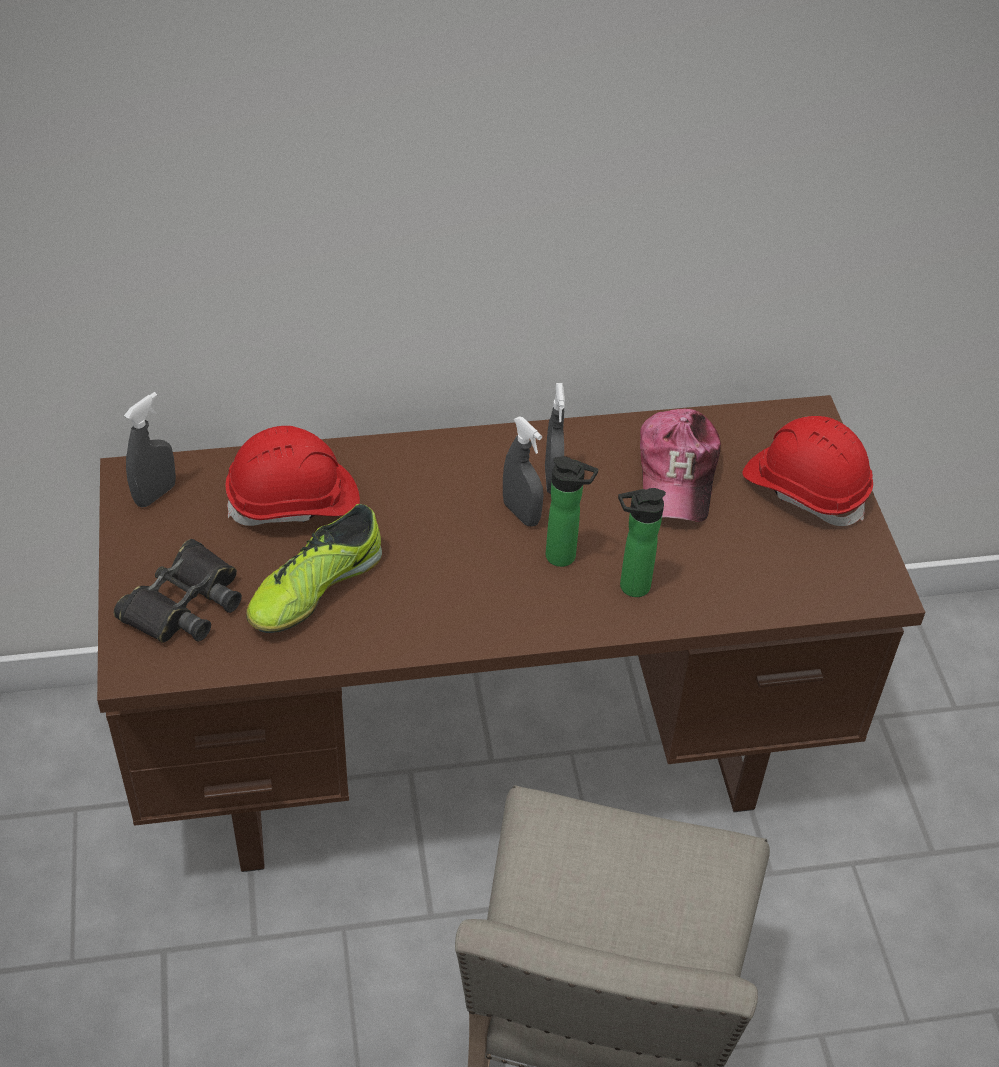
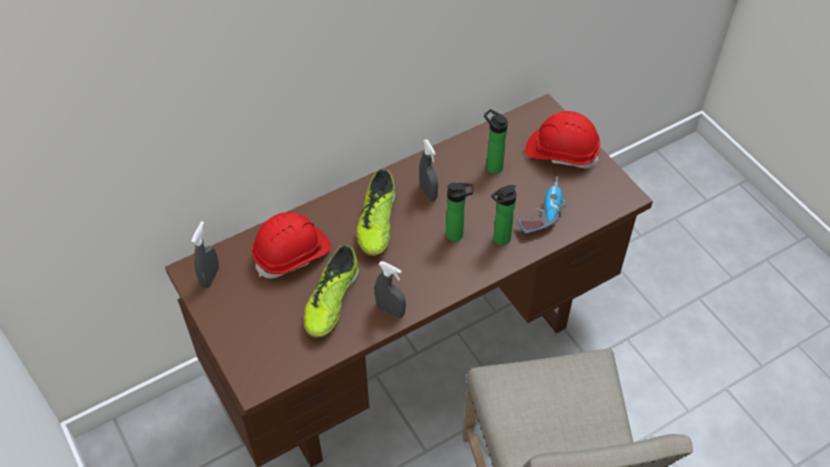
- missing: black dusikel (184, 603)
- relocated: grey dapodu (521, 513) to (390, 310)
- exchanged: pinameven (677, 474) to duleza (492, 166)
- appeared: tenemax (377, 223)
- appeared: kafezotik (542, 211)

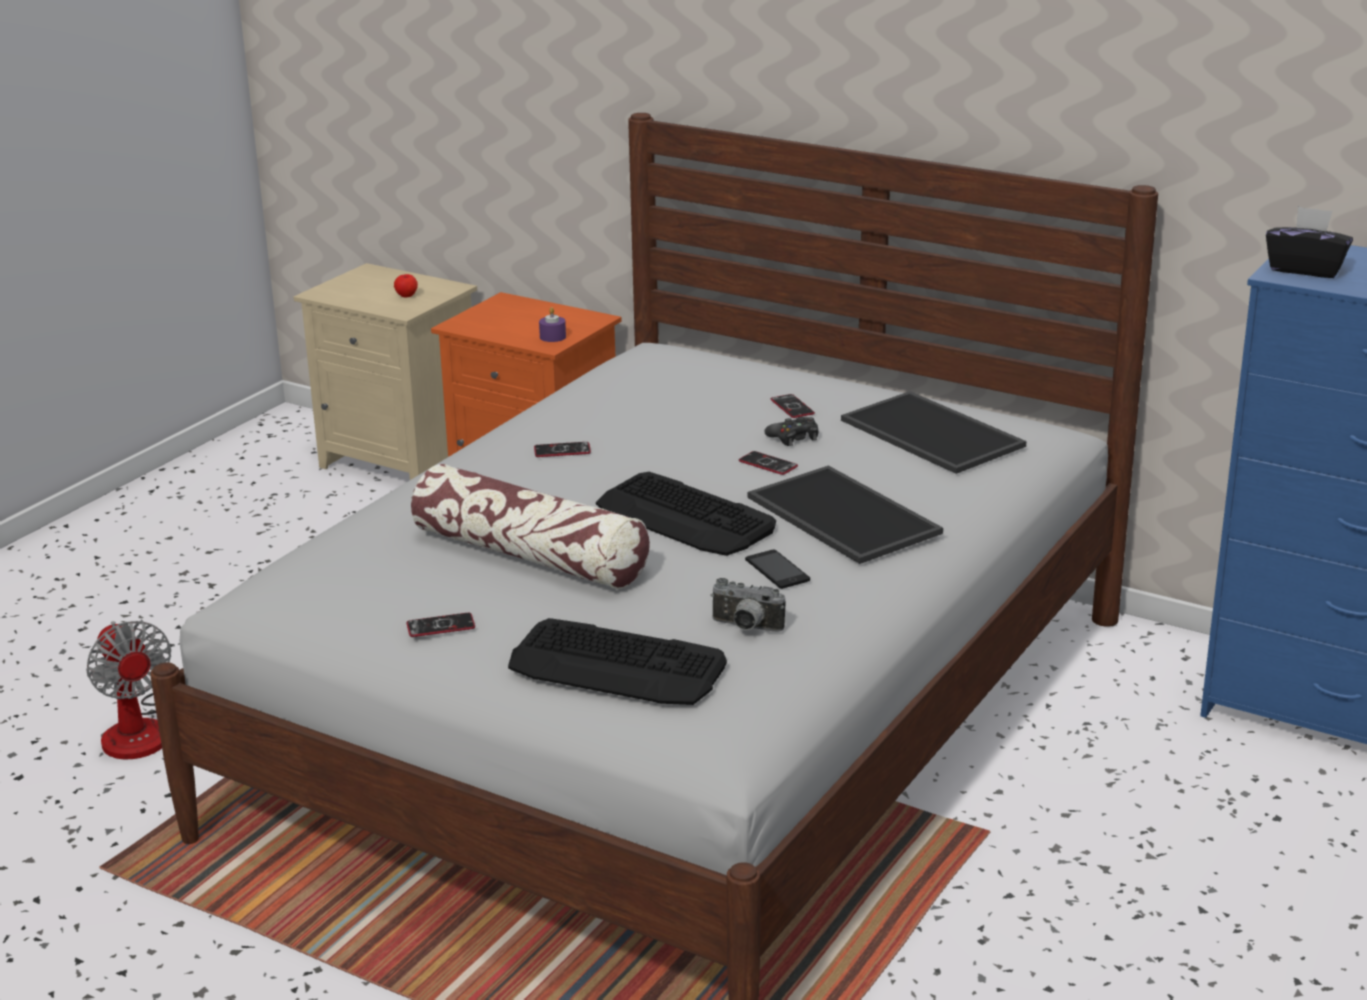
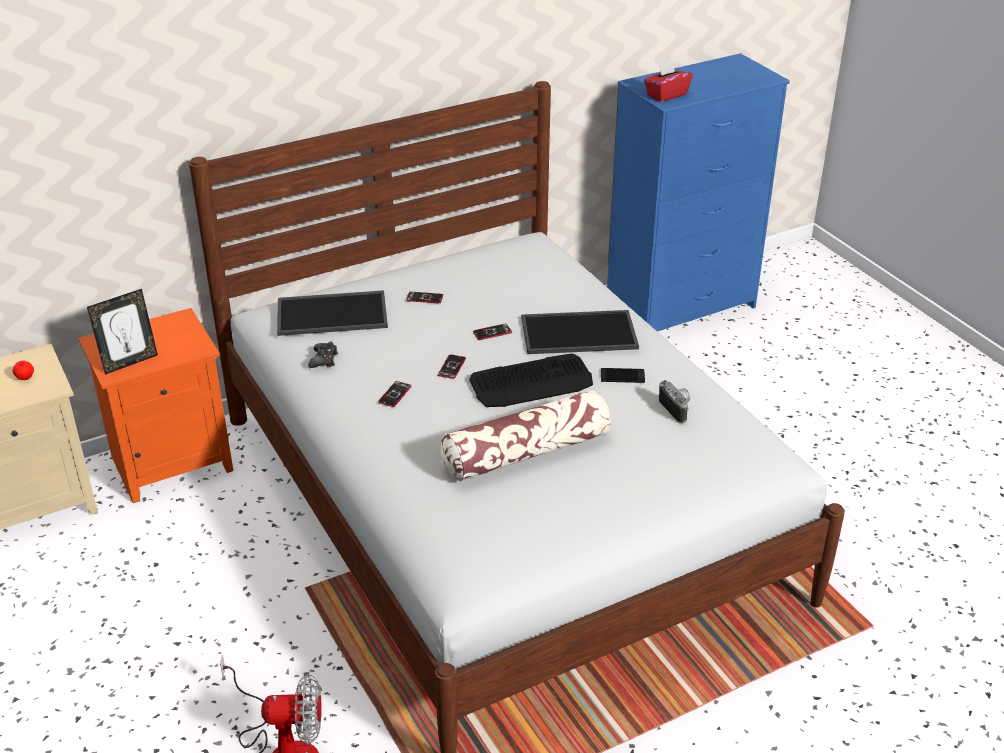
- relocated: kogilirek (440, 626) to (452, 367)
- missing: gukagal (617, 666)
- missing: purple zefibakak (552, 337)
- spun: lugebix (745, 628) = (677, 409) 75 degrees counterclockwise
- relocated: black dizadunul (794, 438) to (323, 360)
- relocated: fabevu (935, 433) to (333, 313)
- colour: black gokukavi (1305, 269) to red gokukavi (666, 95)
- appeared: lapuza (129, 362)

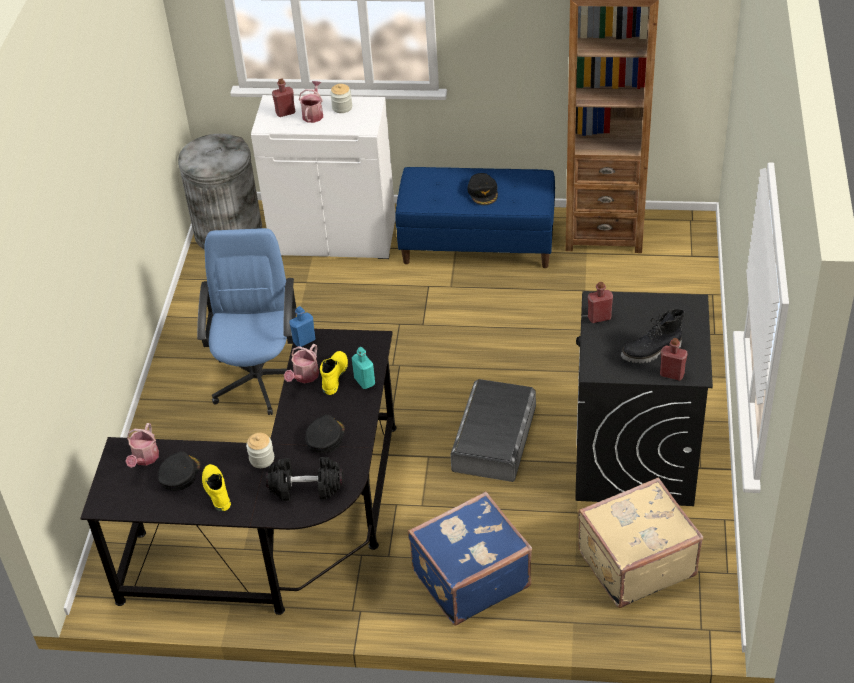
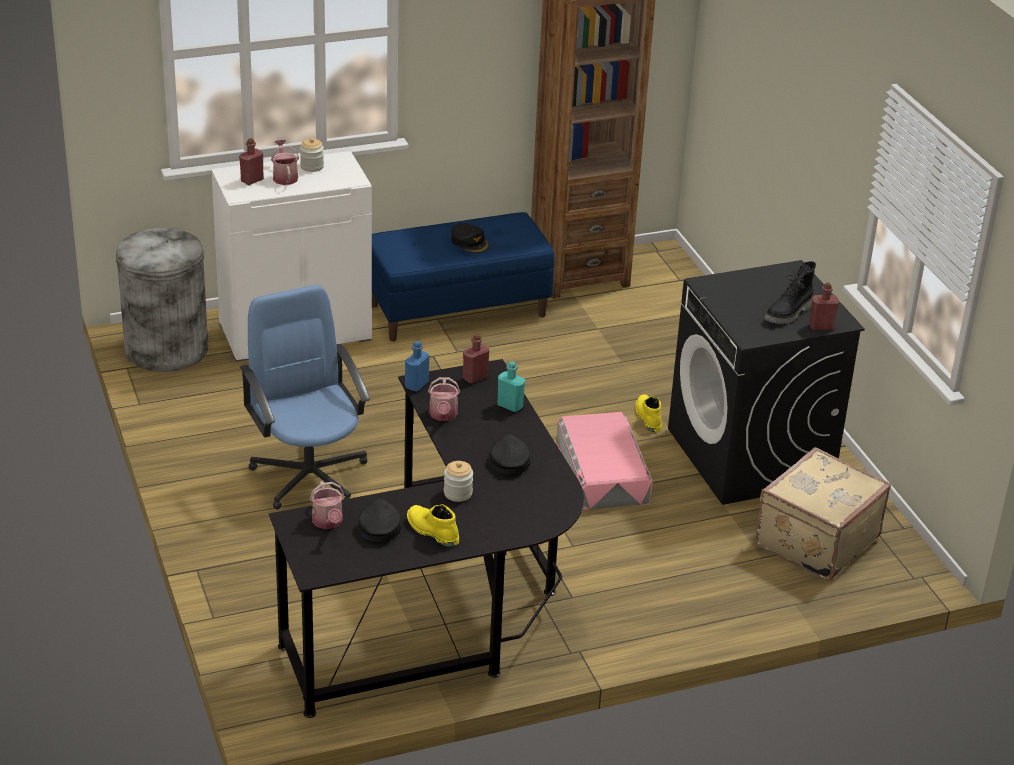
- missing: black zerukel (306, 488)
- relocated: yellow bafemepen (334, 375) to (647, 417)
- missing: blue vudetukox (469, 577)
- colour: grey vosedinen (494, 437) to pink vosedinen (601, 471)
- relocated: red duleza (599, 317) to (475, 377)

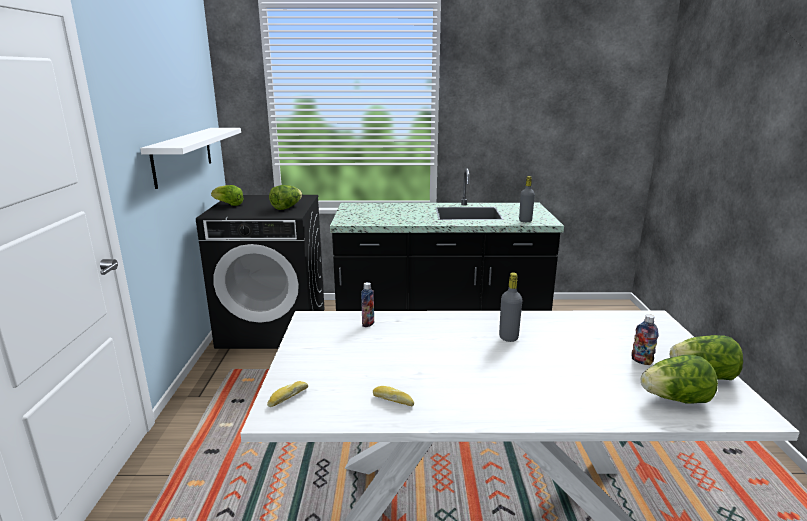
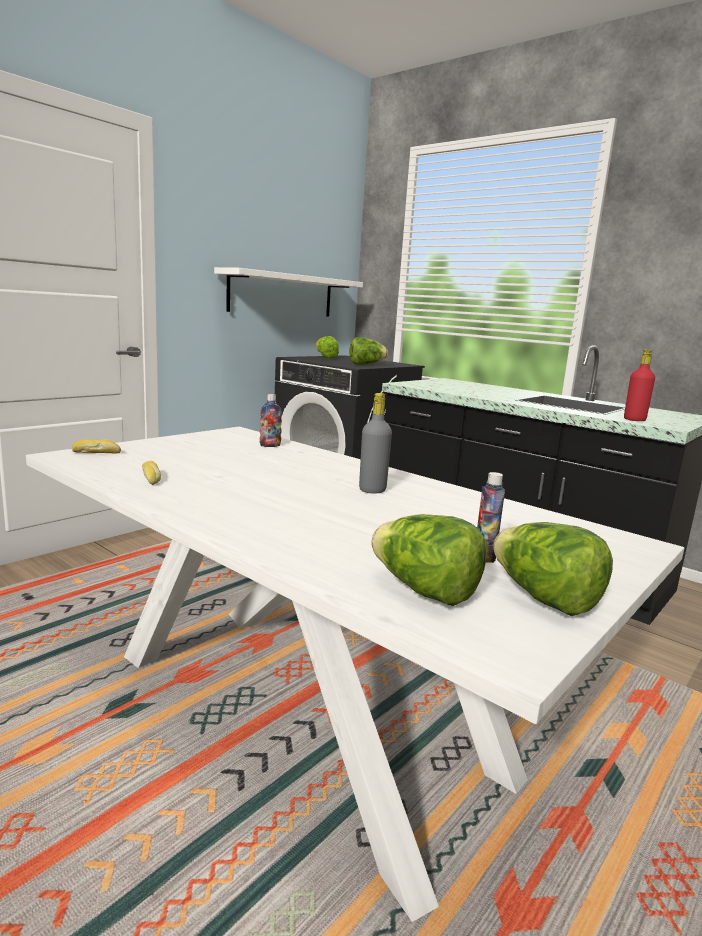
- colour: grey duleza (525, 221) to red duleza (634, 420)

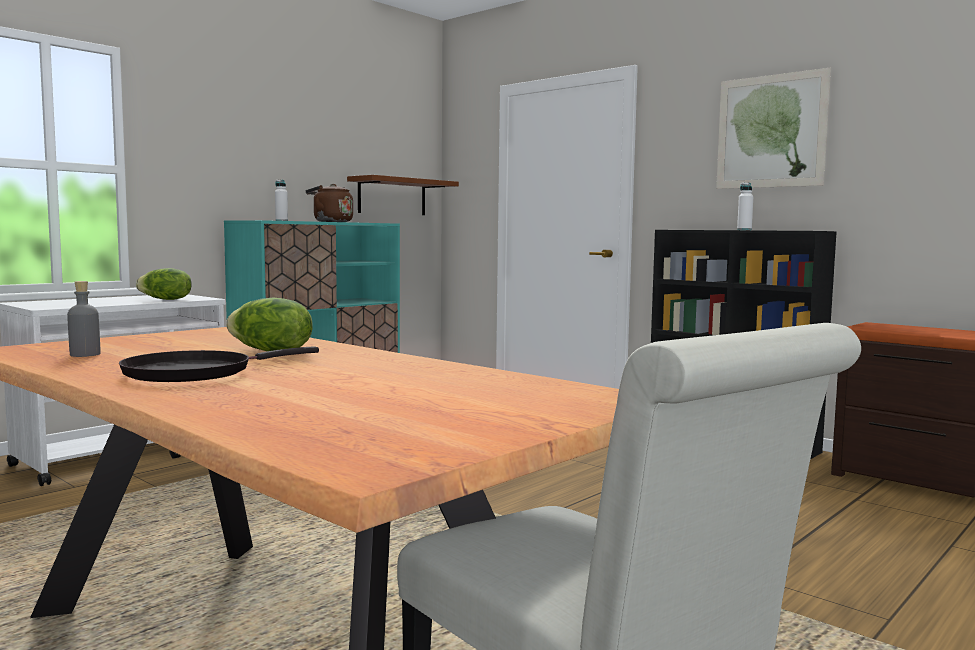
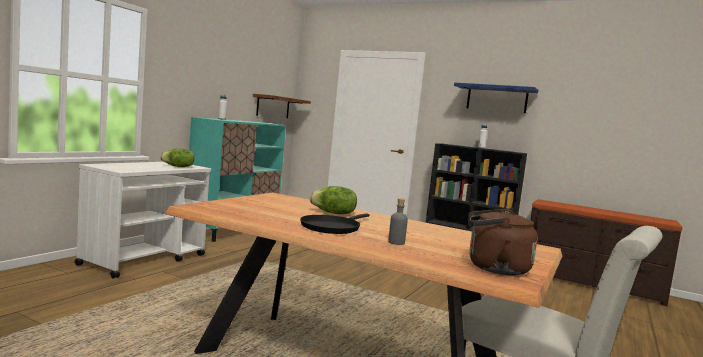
- relocated: grey duleza (85, 354) to (396, 242)
- relocated: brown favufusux (330, 222) to (494, 268)
- exchanged: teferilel (771, 131) to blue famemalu (496, 99)

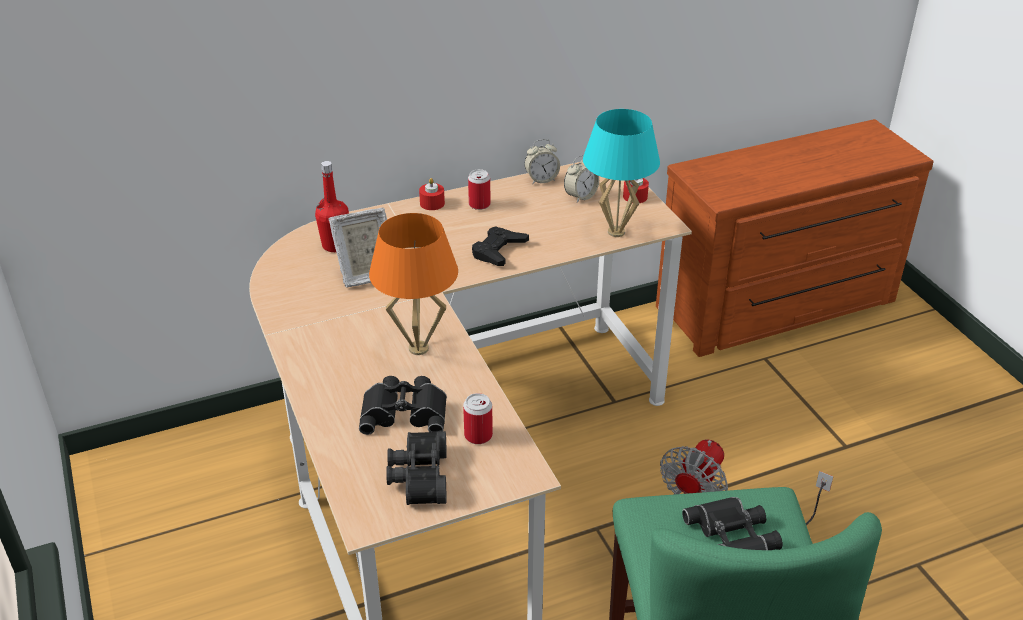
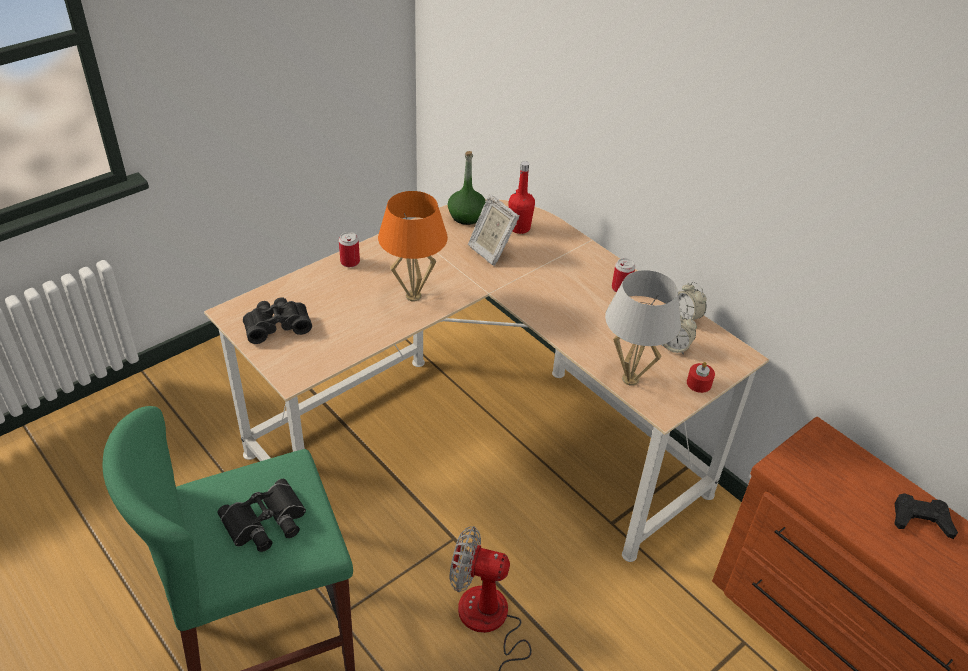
- missing: black dusikel (405, 411)
- missing: red zefibakak (432, 203)
- relocated: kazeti (478, 435) to (350, 262)
- relocated: black dizadunul (498, 251) to (921, 519)
- colour: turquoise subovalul (616, 232) to white subovalul (630, 379)
- appeared: green duleza (466, 216)

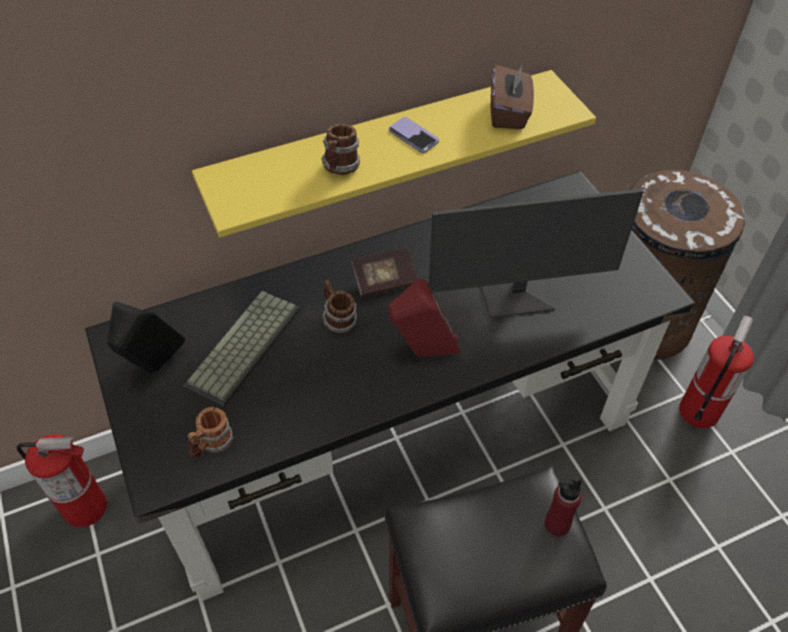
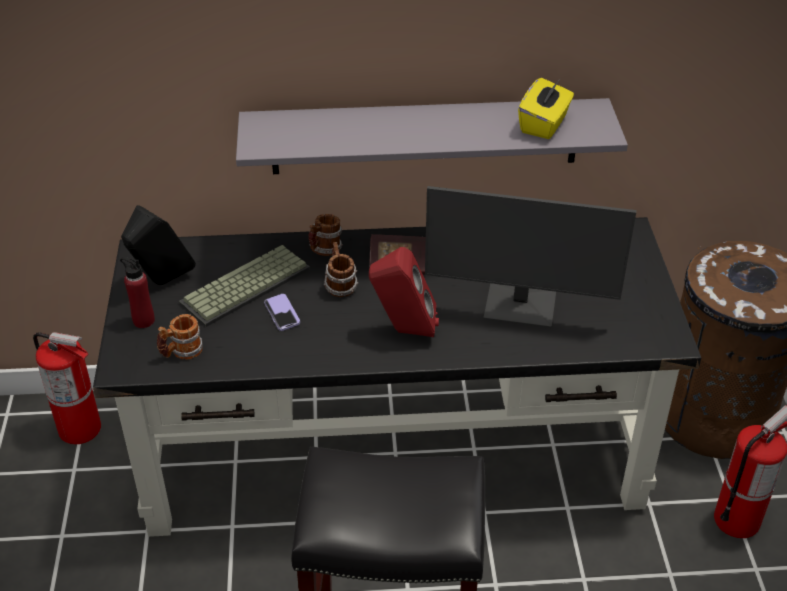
- colour: yellow famemalu (382, 147) to grey famemalu (425, 136)
- relocated: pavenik (341, 168) to (325, 251)
- relocated: kogilirek (413, 136) to (282, 313)
- colour: brown gokukavi (509, 113) to yellow gokukavi (544, 124)
- relocated: red duleza (556, 524) to (143, 320)

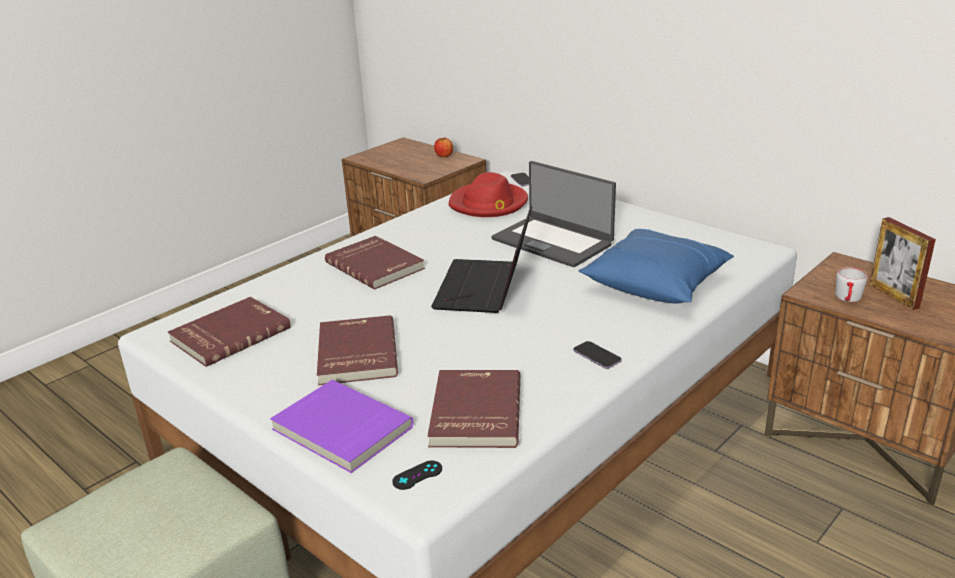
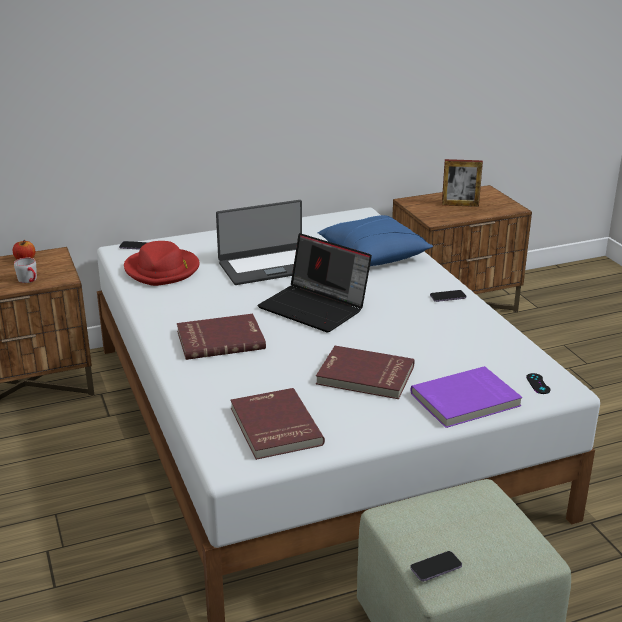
- missing: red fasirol (474, 412)
- relocated: grey pavenik (848, 299) to (29, 280)
- appeared: kogilirek (436, 568)

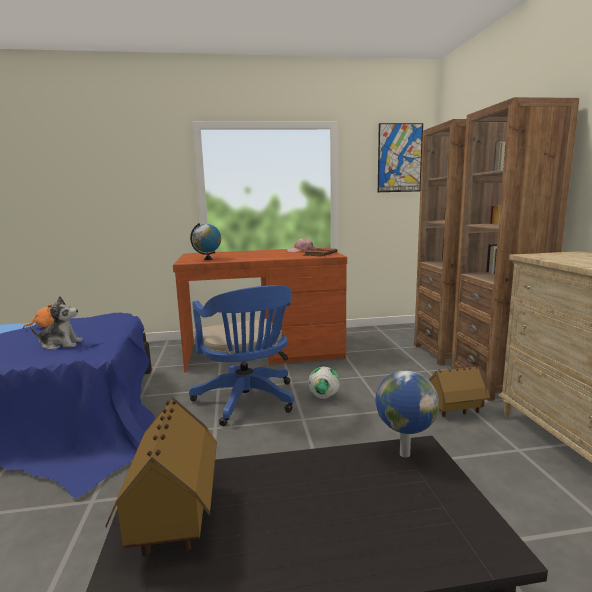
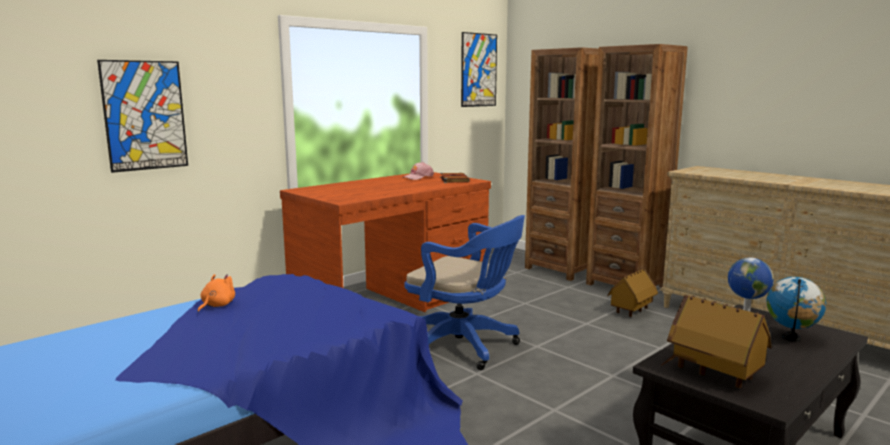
- missing: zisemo (60, 344)
- relocated: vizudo (208, 259) to (791, 338)
- missing: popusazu (324, 397)
- appeared: teferilel (145, 115)

